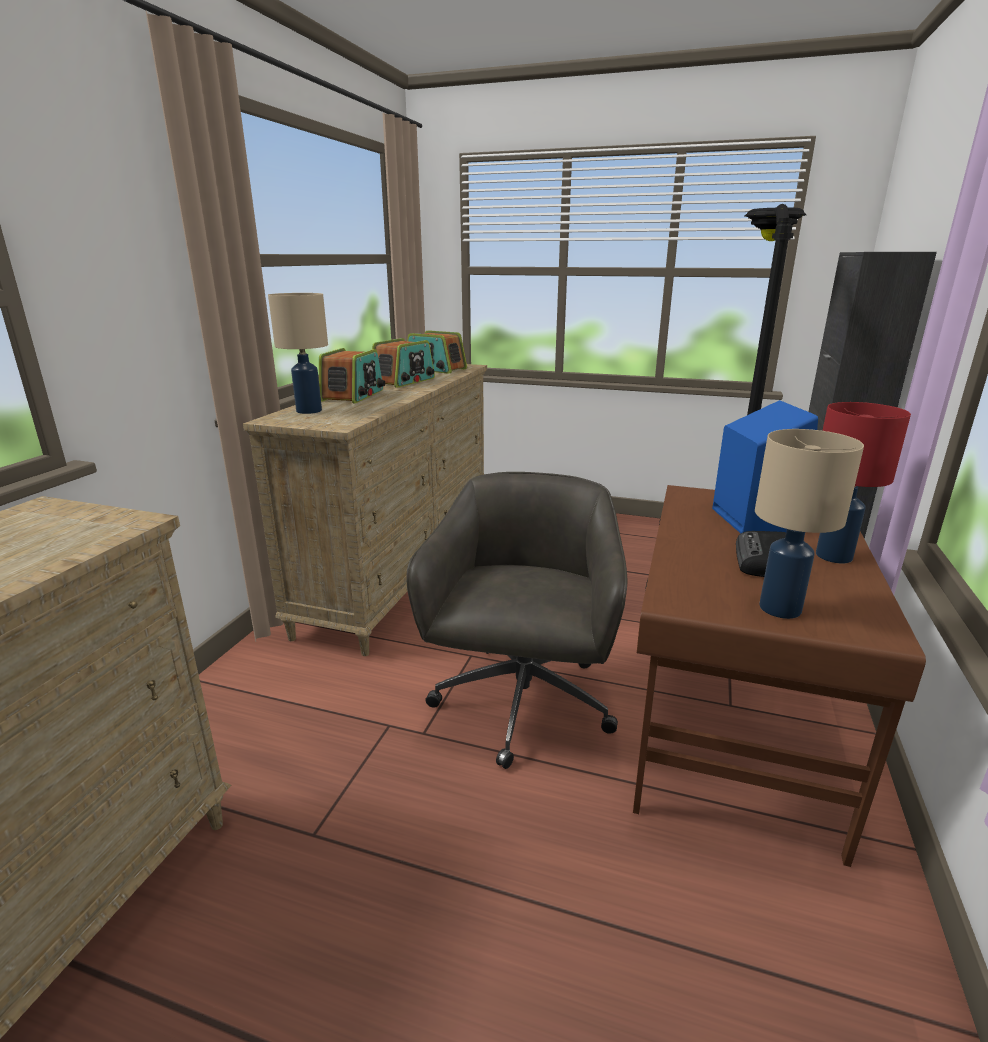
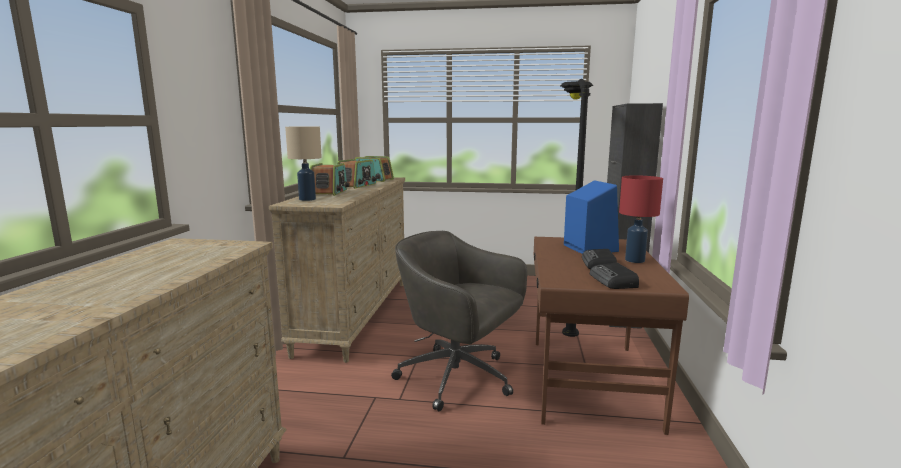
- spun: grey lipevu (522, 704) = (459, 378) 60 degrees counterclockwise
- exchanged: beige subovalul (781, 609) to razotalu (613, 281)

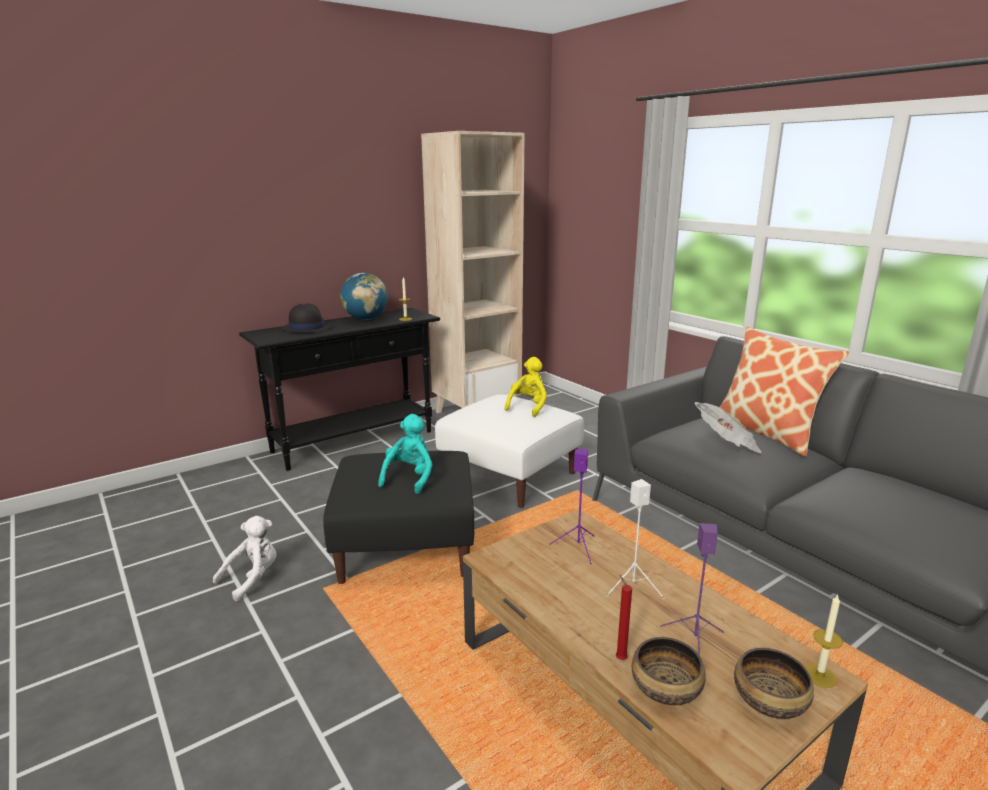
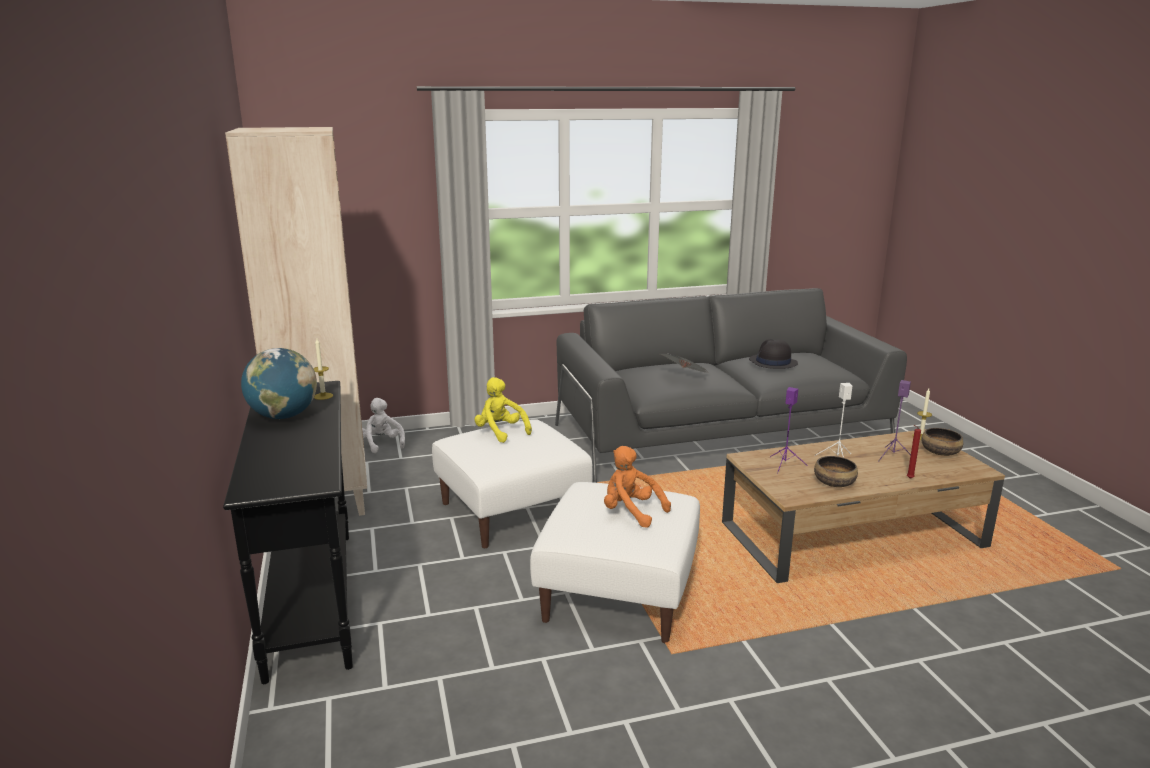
- relocated: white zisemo (252, 578) to (382, 444)
- relocated: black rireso (307, 328) to (772, 362)
- colour: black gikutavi (407, 546) to white gikutavi (618, 592)
- colour: turquoise zisemo (409, 478) to orange zisemo (631, 512)
- relocated: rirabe (666, 687) to (834, 482)
- missing: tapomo (767, 432)

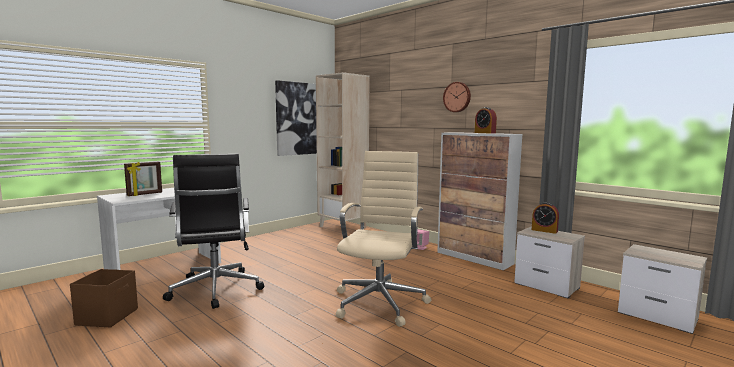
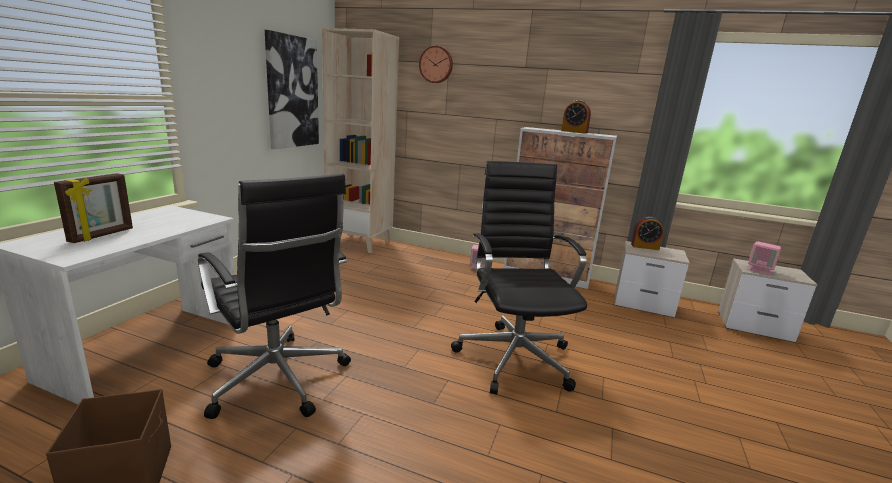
- colour: beige lipevu (380, 301) to black lipevu (514, 356)
- relocated: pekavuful (457, 97) to (436, 64)
- appeared: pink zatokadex (760, 270)

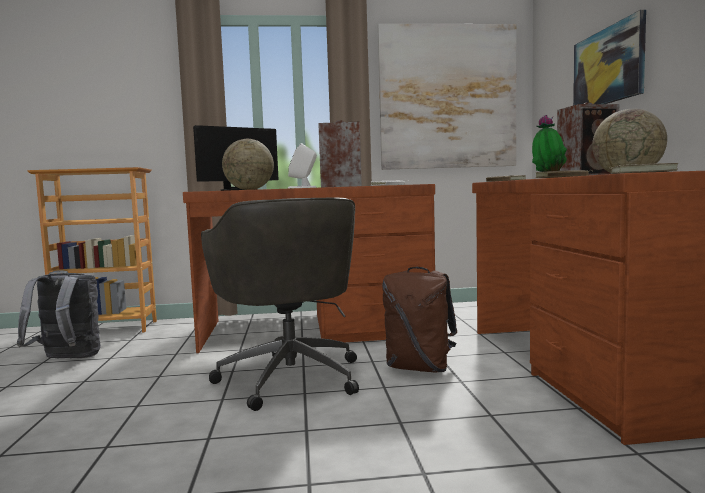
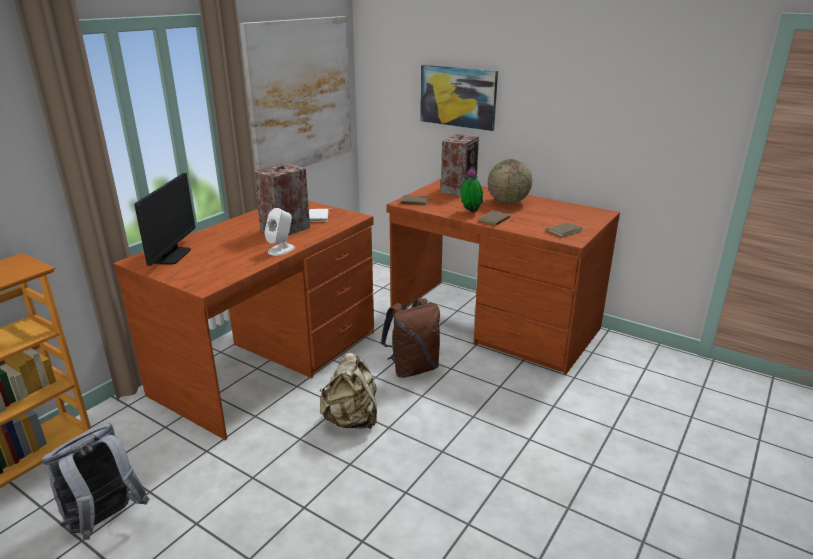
- exchanged: grey lipevu (290, 376) to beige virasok (351, 420)
- missing: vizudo (249, 189)

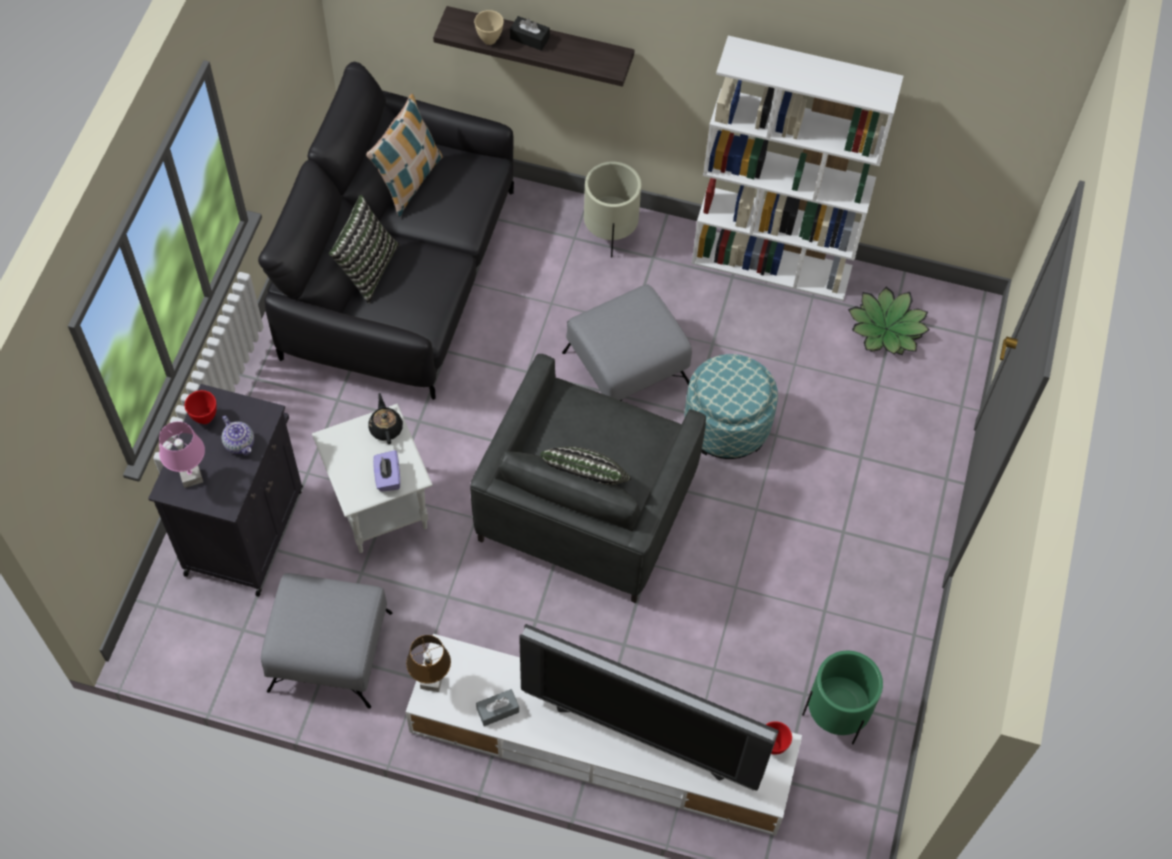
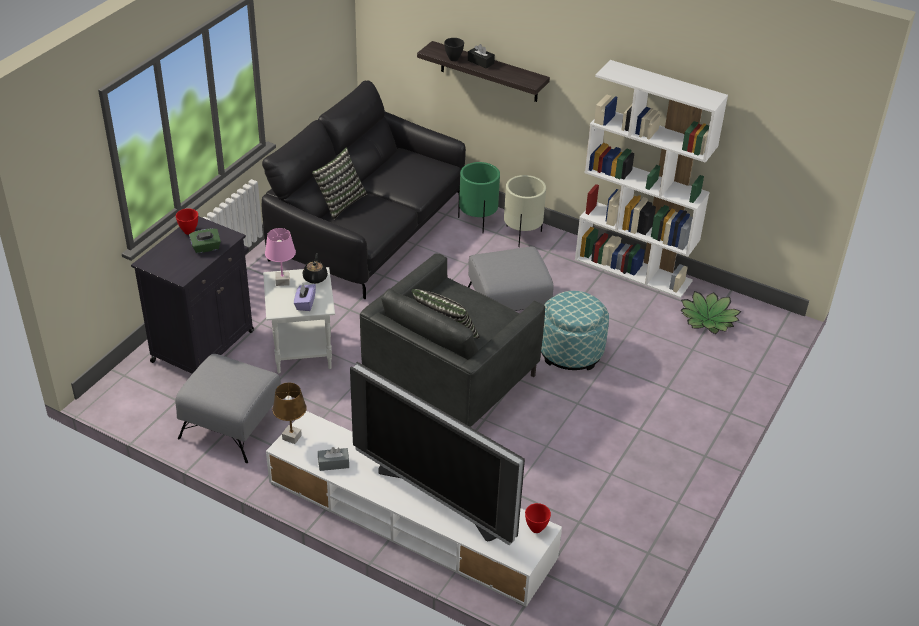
- relocated: pink subovalul (192, 477) to (283, 281)
- exchanged: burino (240, 443) to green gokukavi (206, 248)
- missing: tapomo (409, 181)
- colour: beige rirabe (489, 40) to black rirabe (453, 59)
- relocated: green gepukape (835, 716) to (477, 221)

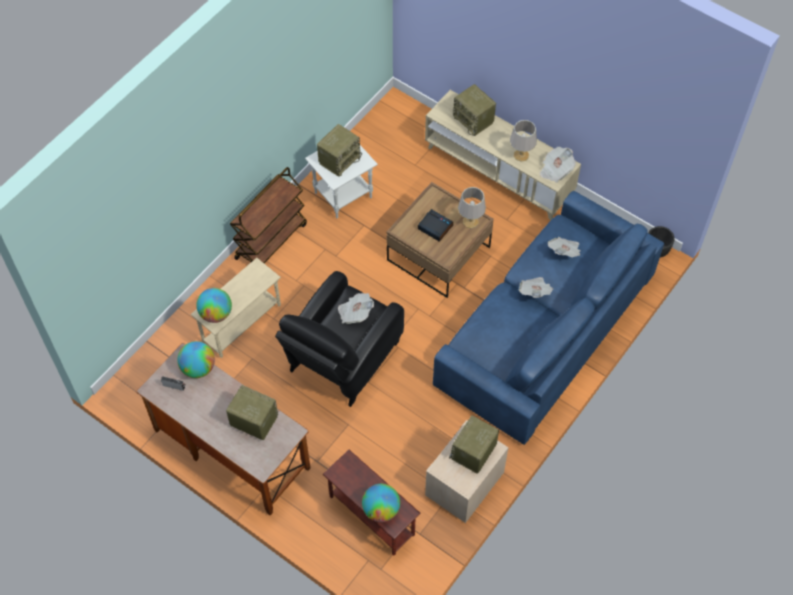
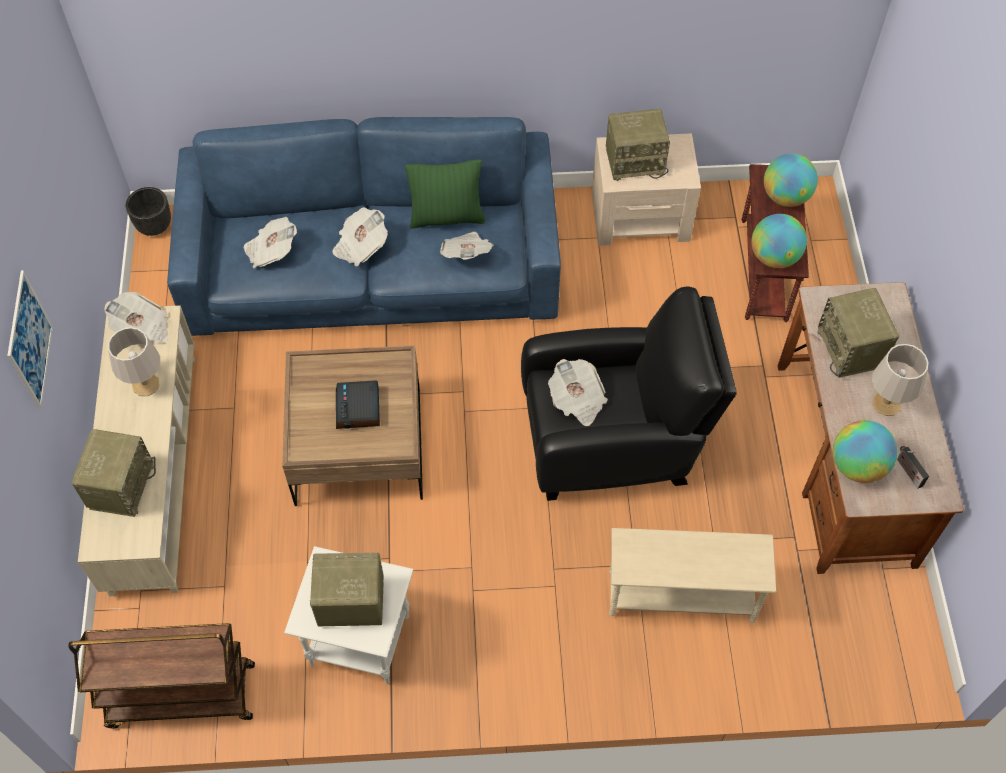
- relocated: vizudo (216, 314) to (774, 257)
- relocated: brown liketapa (271, 240) to (180, 696)
- relocated: grey subovalul (470, 221) to (885, 403)
- appeared: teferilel (29, 340)
- appeared: green tapomo (447, 217)
- appeared: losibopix (466, 254)

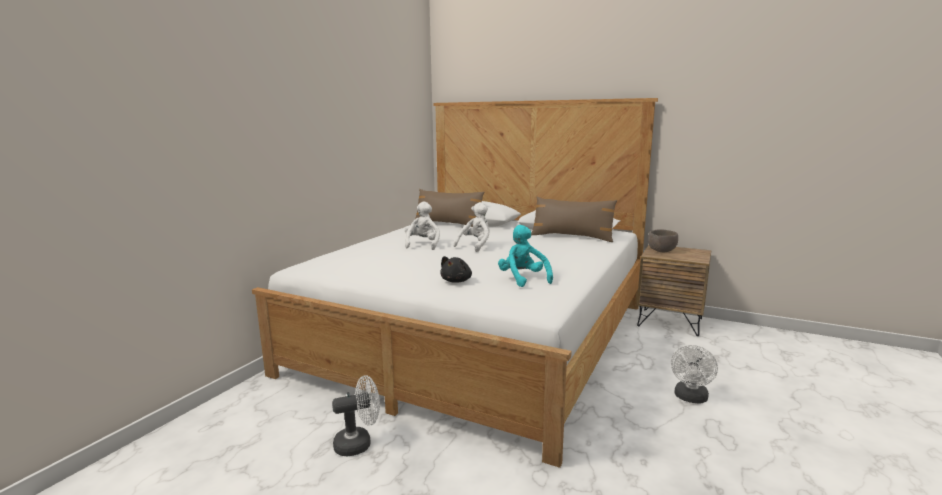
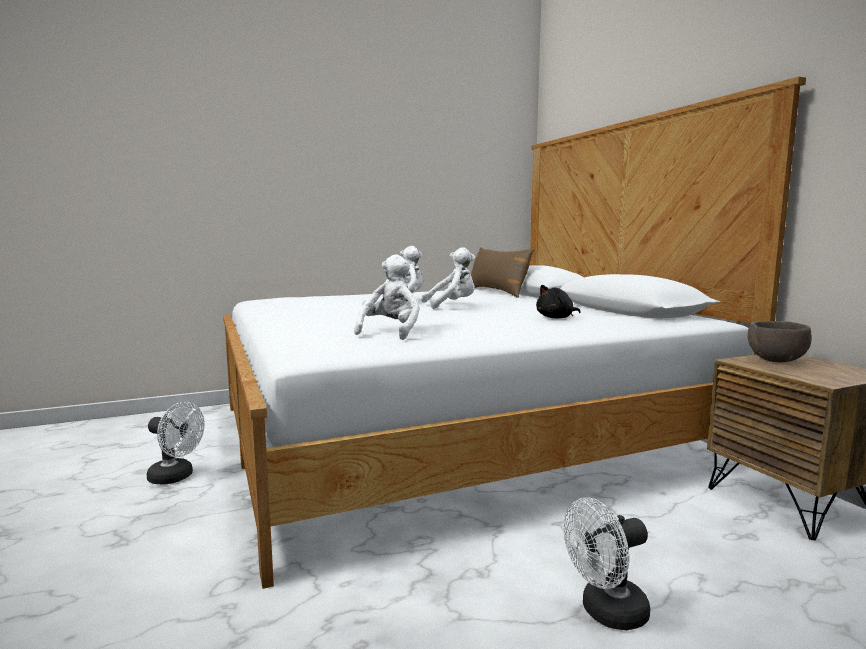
- relocated: black zisemo (457, 281) to (556, 318)
- colour: turquoise zisemo (523, 279) to white zisemo (390, 332)
- missing: brown tapomo (572, 237)

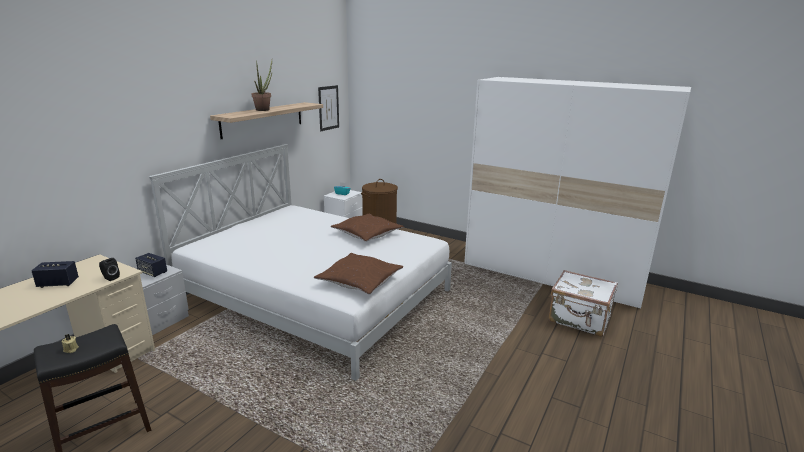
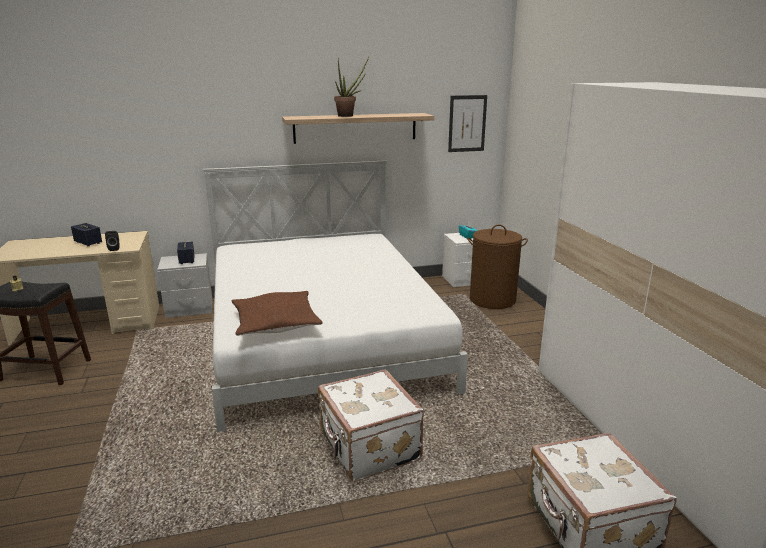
- missing: brown tapomo (367, 234)
- appeared: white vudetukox (368, 448)

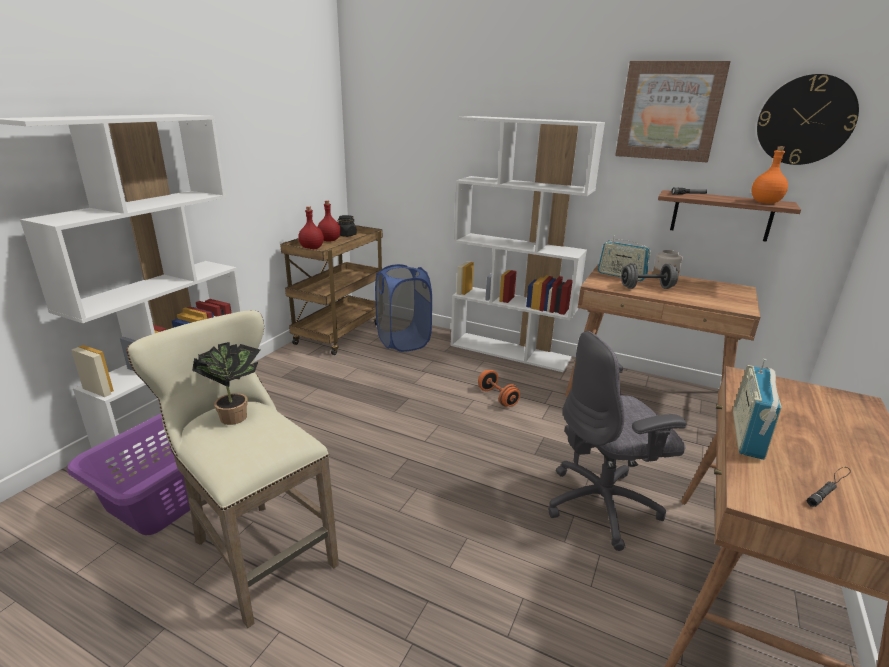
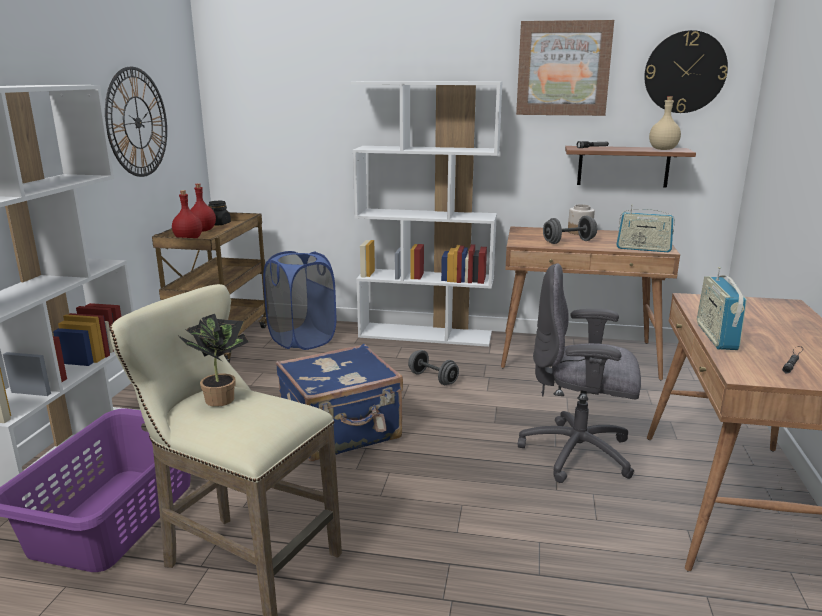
- colour: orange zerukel (497, 397) to grey zerukel (433, 378)
- spun: grey lipevu (603, 505) = (579, 453) 45 degrees clockwise
- relocated: razotalu (621, 275) to (643, 249)
- colour: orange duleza (766, 202) to beige duleza (663, 149)
- appeared: pekavuful (137, 122)
- appeared: blue vudetukox (342, 432)

